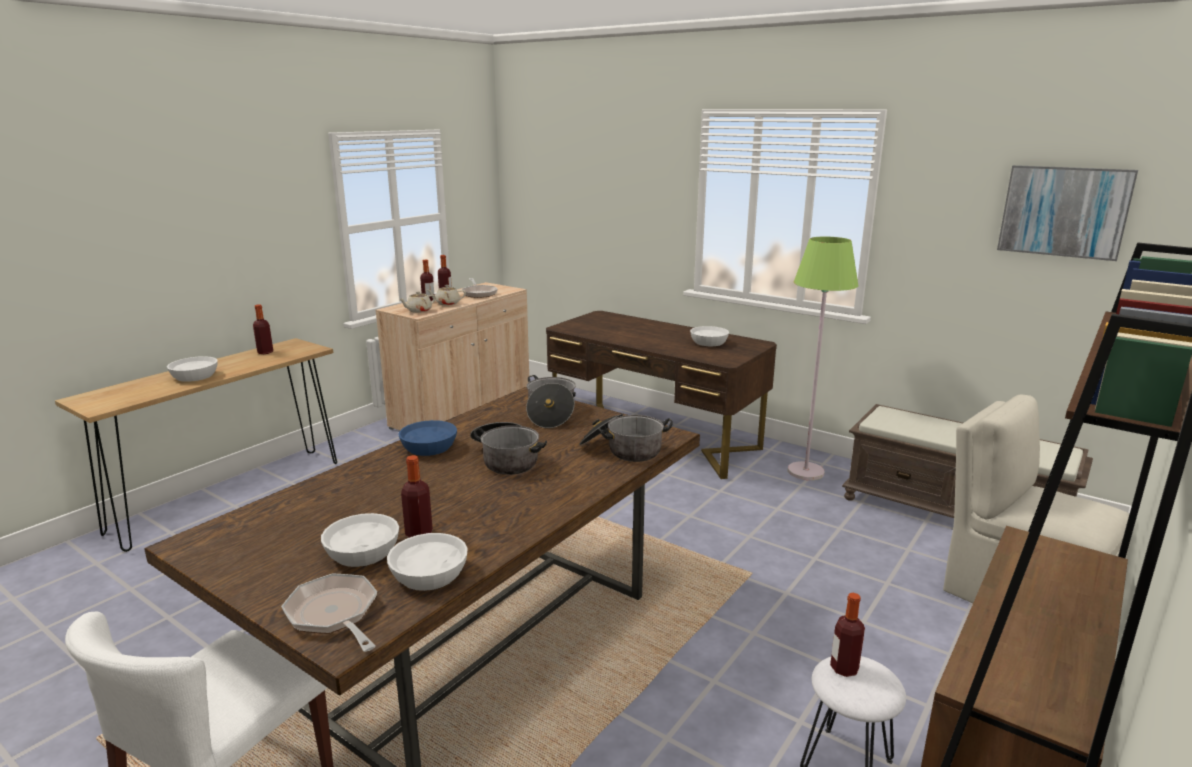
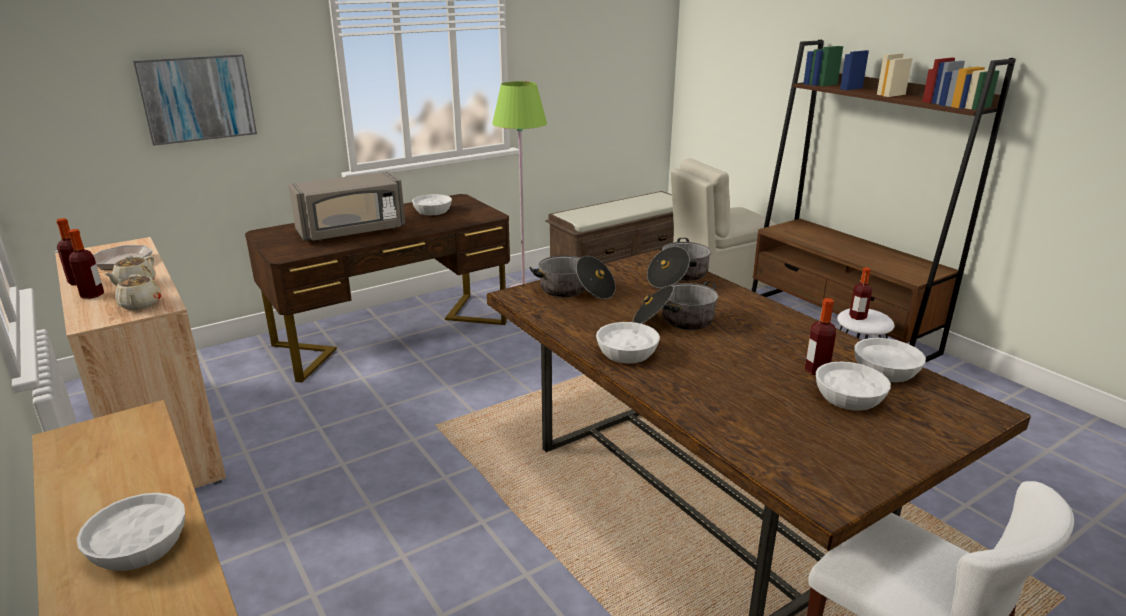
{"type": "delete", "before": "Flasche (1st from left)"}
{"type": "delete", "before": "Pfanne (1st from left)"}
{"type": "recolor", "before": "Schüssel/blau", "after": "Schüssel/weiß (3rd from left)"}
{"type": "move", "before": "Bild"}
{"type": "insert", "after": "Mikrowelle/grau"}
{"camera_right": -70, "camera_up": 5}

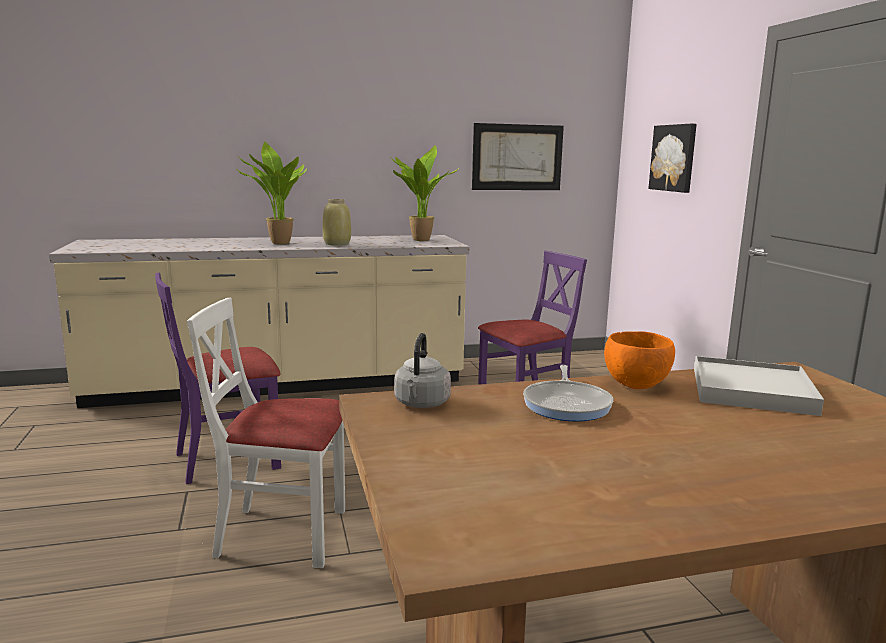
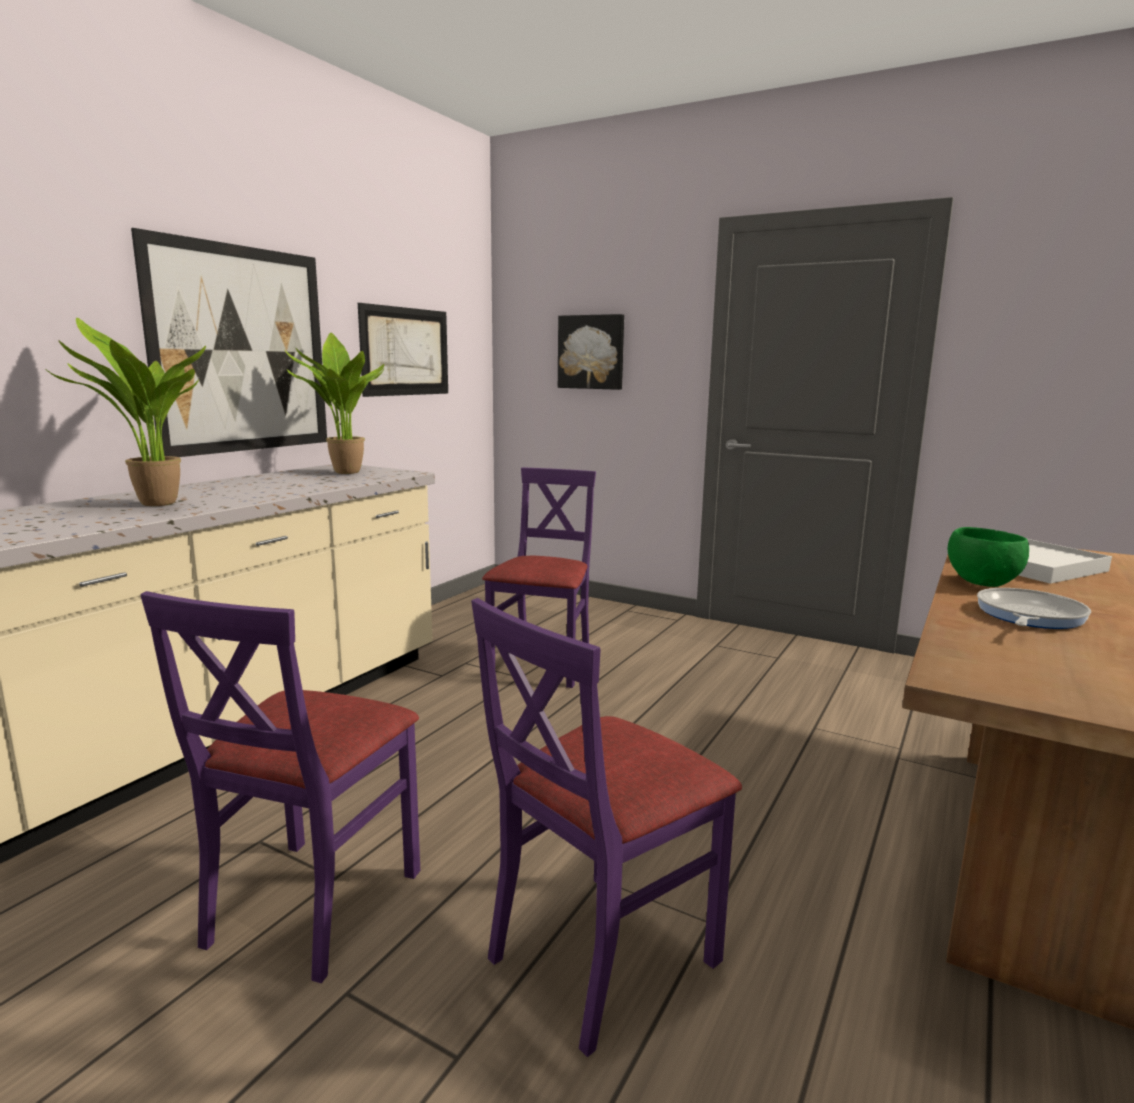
{"type": "recolor", "before": "Stuhl/weiß", "after": "Stuhl/lila (3rd from left)"}
{"type": "delete", "before": "Vase/beige"}
{"type": "delete", "before": "Wasserkessel/grau"}
{"type": "rotate", "before": "Pfanne", "turn": -105}
{"type": "recolor", "before": "Schüssel/orange", "after": "Schüssel/grün"}
{"type": "insert", "after": "Bild (1st from left)"}
{"camera_right": -45, "camera_up": 0}

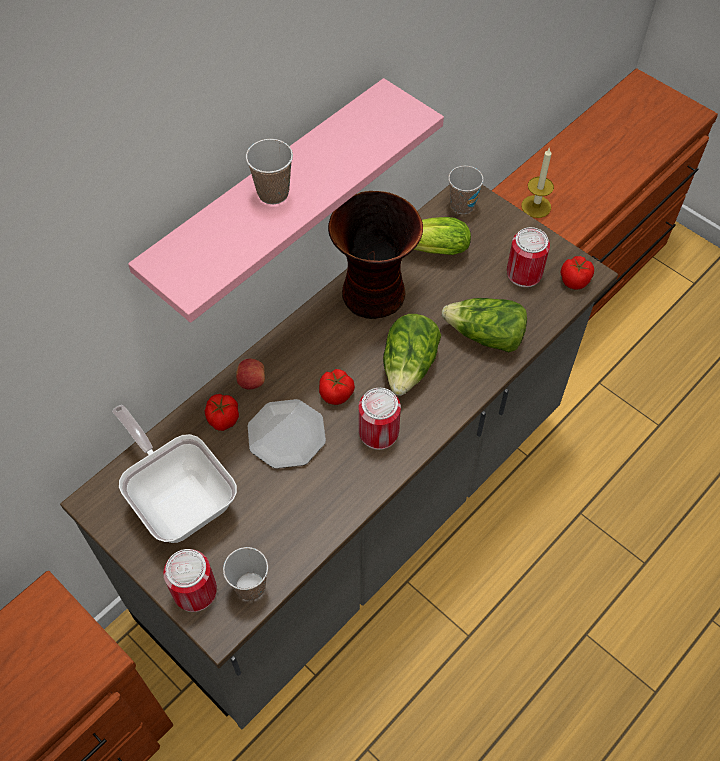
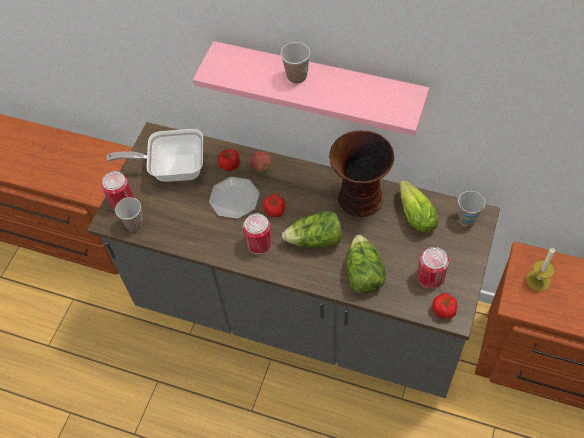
{"type": "rotate", "before": "Pfanne", "turn": -120}
{"camera_right": 70, "camera_up": 0}

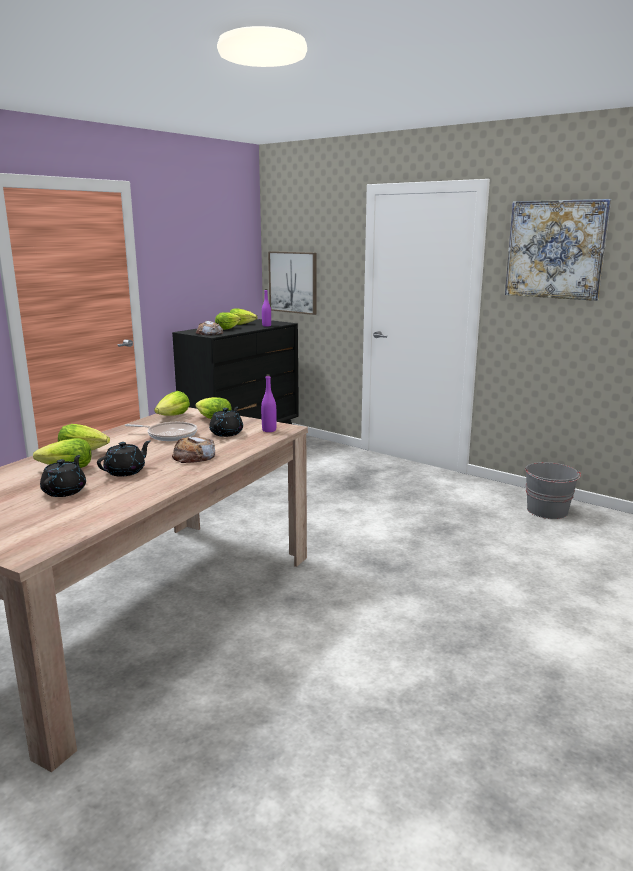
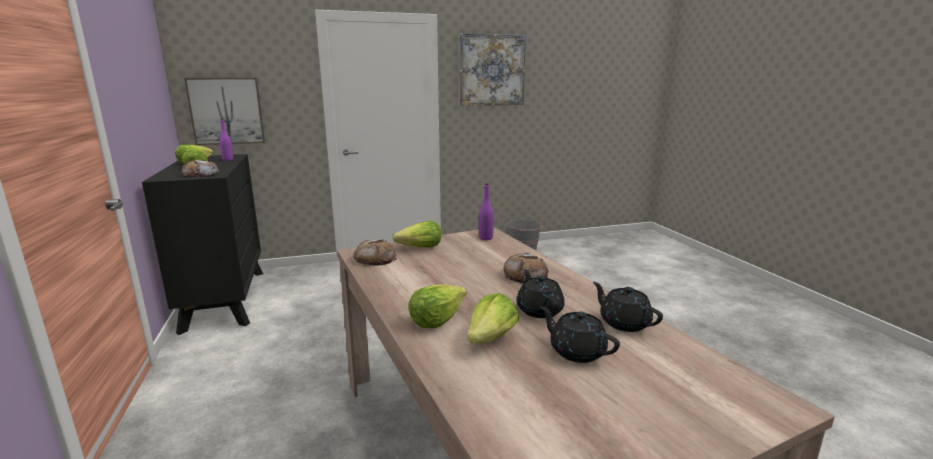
{"type": "delete", "before": "Pfanne"}
{"type": "replace", "before": "Salatkopf (3rd from left)", "after": "Brot (2nd from left)"}
{"type": "move", "before": "Teekanne/schwarz (3rd from left)"}
{"camera_right": -55, "camera_up": 0}

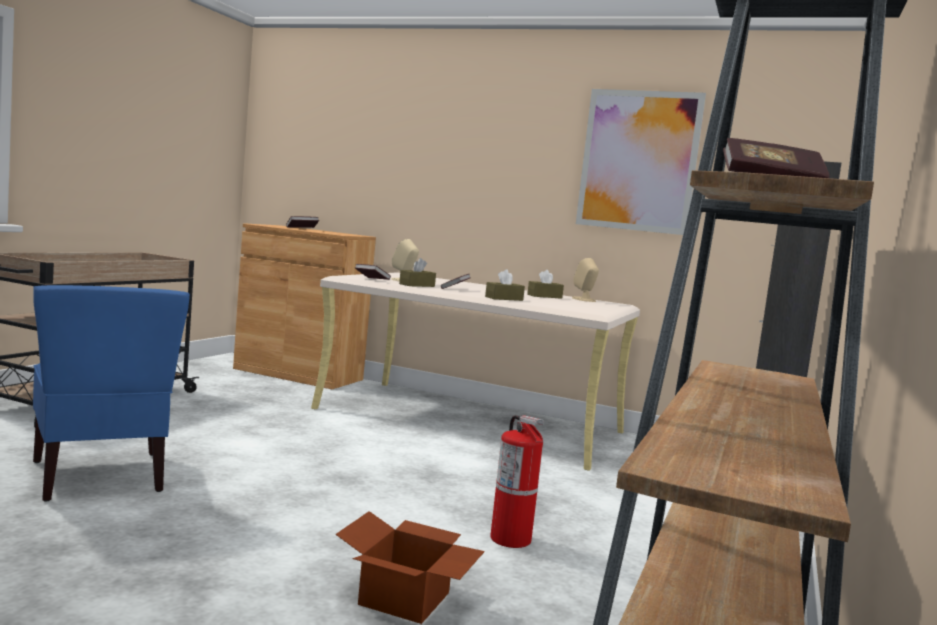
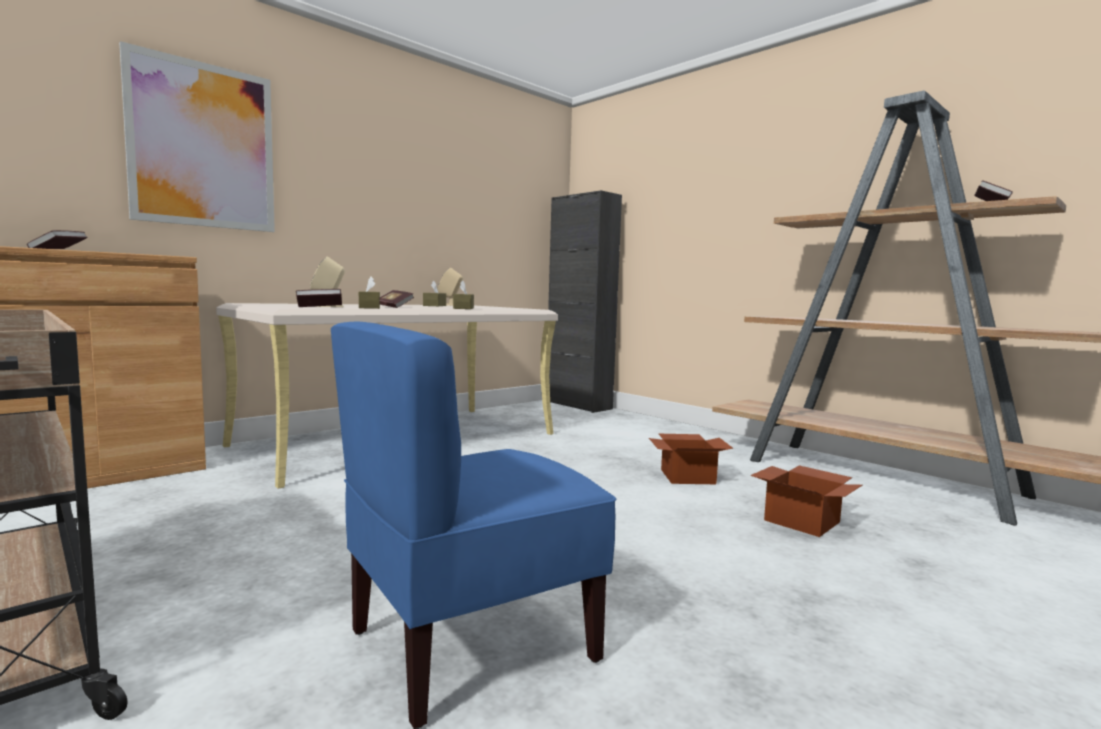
{"type": "rotate", "before": "Stuhl/blau", "turn": 150}
{"type": "replace", "before": "Feuerlöscher", "after": "Karton (1st from left)"}
{"type": "move", "before": "Bild"}
{"camera_right": -65, "camera_up": 0}

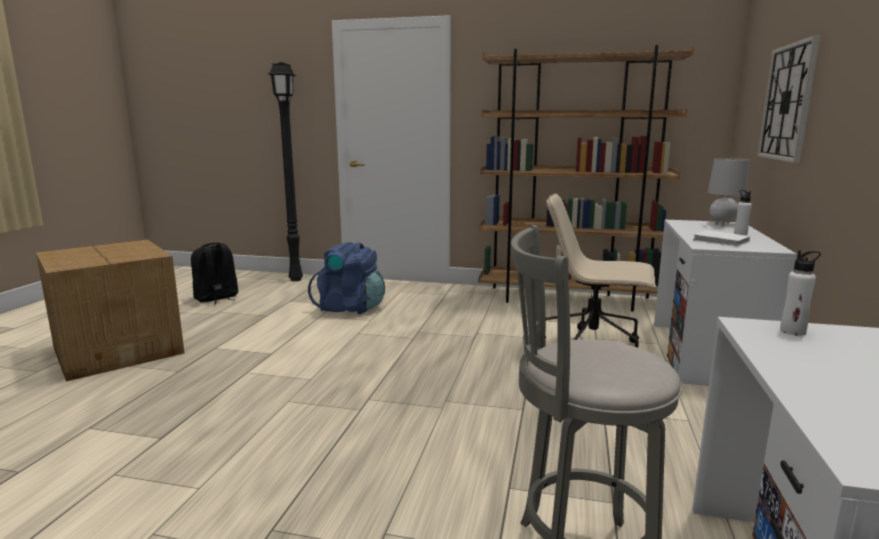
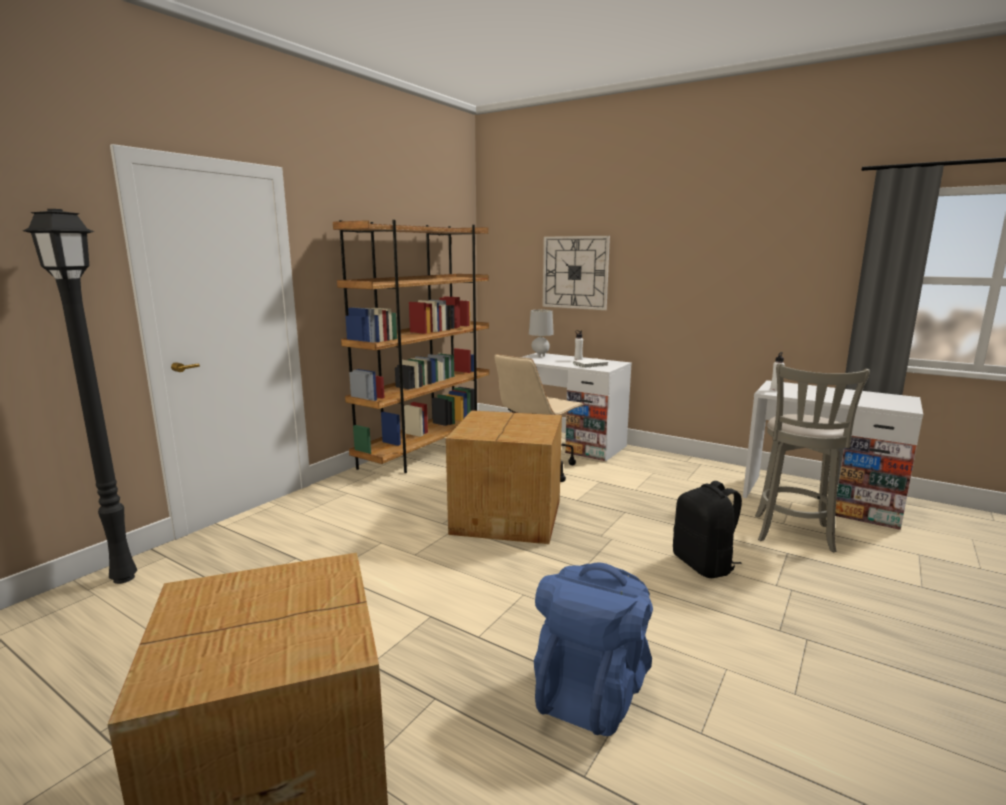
{"type": "move", "before": "Rucksack/schwarz"}
{"type": "move", "before": "Rucksack/blau"}
{"type": "insert", "after": "Karton (2nd from left)"}
{"camera_right": -70, "camera_up": 0}

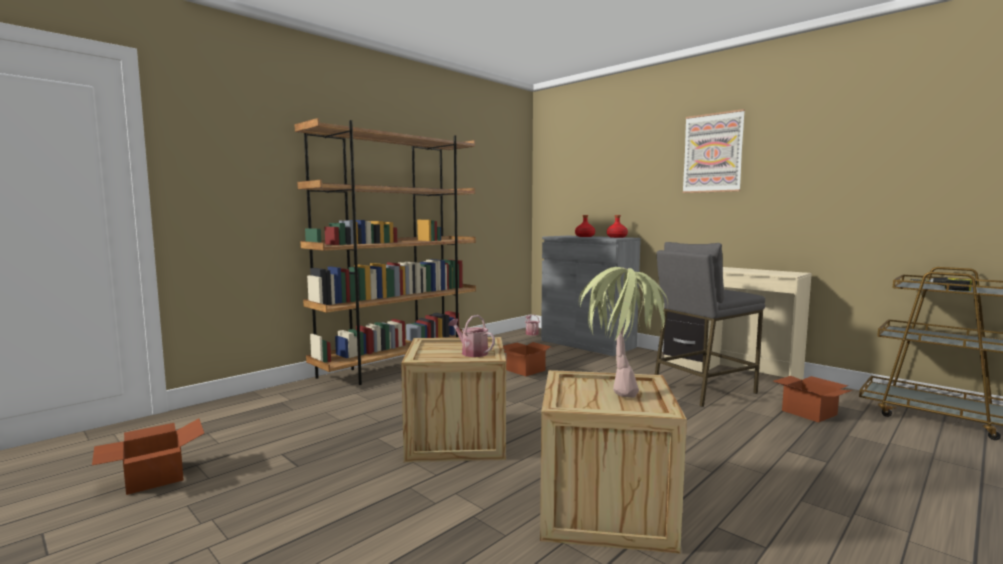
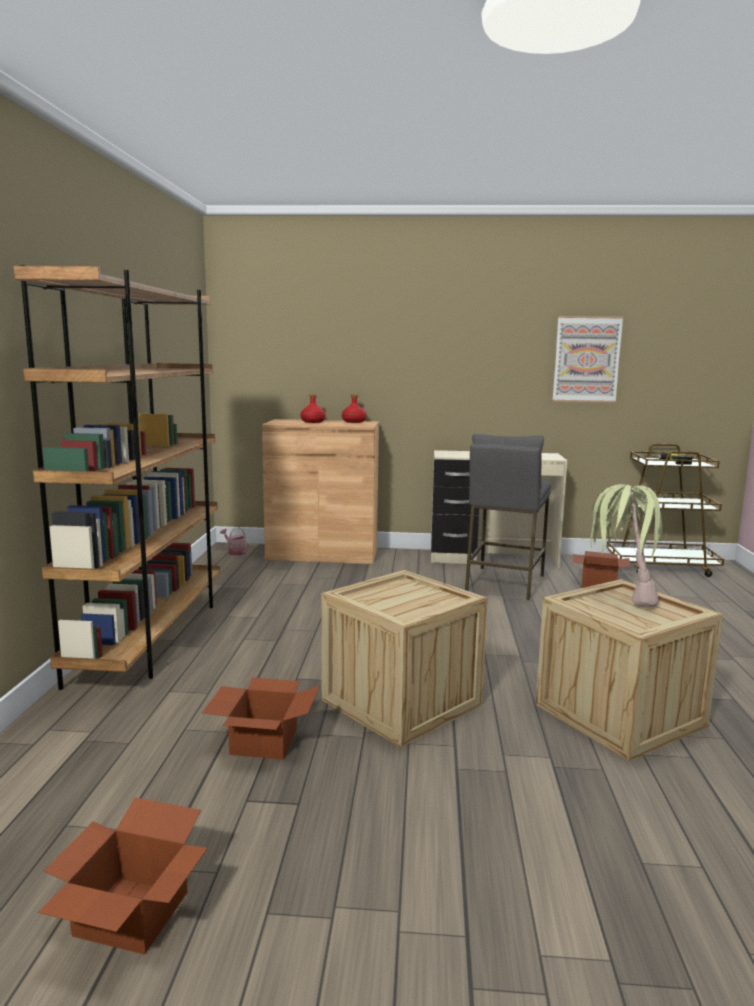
{"type": "delete", "before": "Gießkanne (1st from left)"}
{"type": "move", "before": "Karton (2nd from left)"}
{"type": "recolor", "before": "Schrank/grau", "after": "Schrank/braun"}
{"type": "move", "before": "Bild"}
{"camera_right": -40, "camera_up": 5}

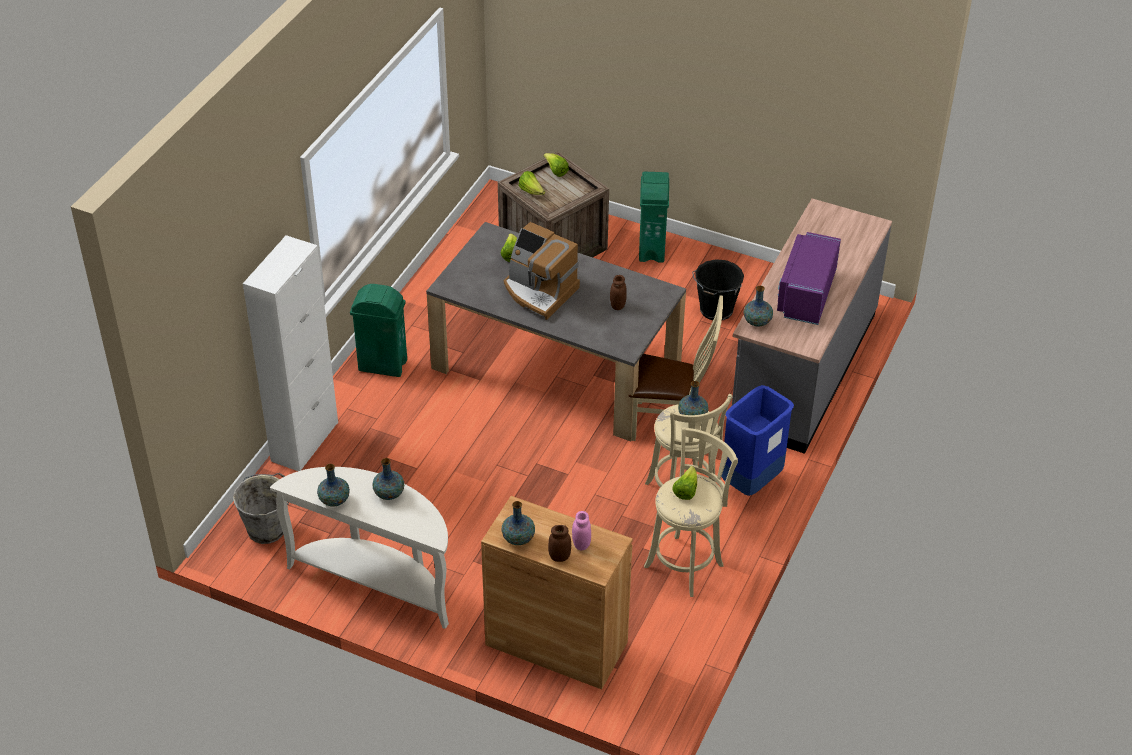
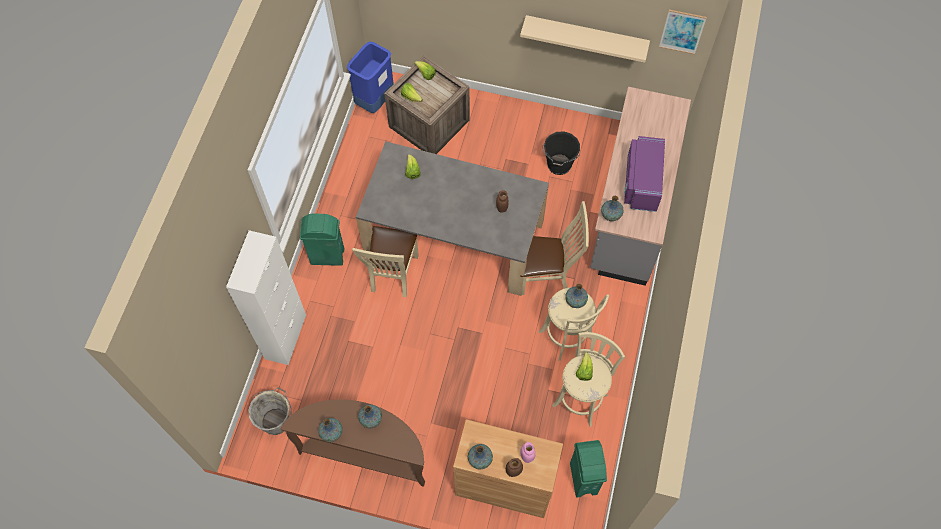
{"type": "recolor", "before": "Konsolentisch/weiß", "after": "Konsolentisch/braun"}
{"type": "delete", "before": "Kaffeemaschine"}
{"type": "move", "before": "Mülleimer/grün (2nd from left)"}
{"type": "move", "before": "Mülleimer/blau"}
{"type": "insert", "after": "Stuhl/beige (1st from left)"}
{"type": "insert", "after": "Wandregal/beige"}
{"type": "insert", "after": "Bild"}
{"camera_right": -10, "camera_up": 20}

